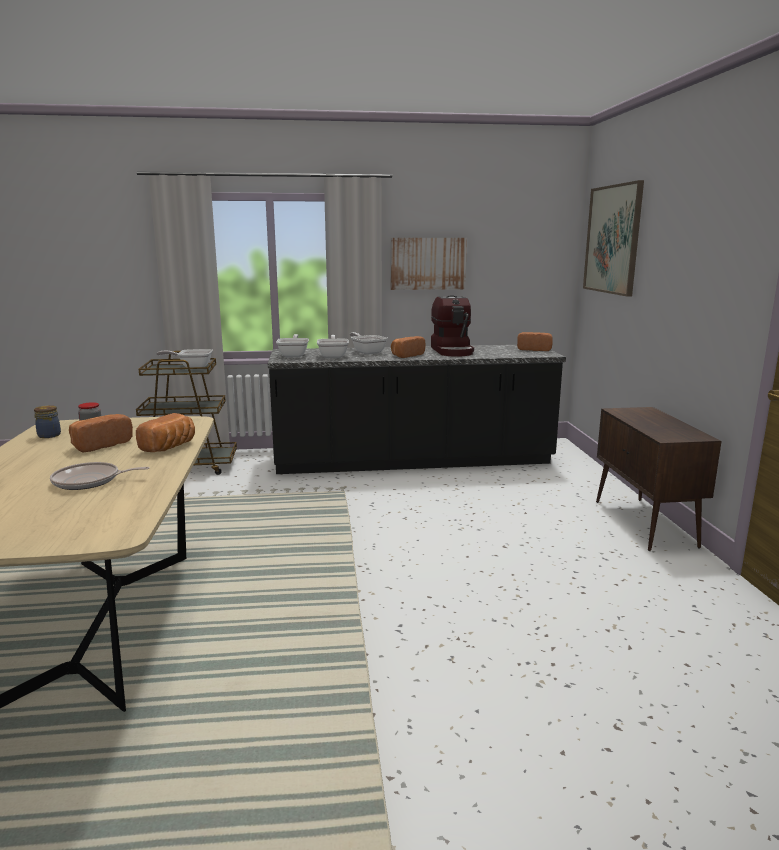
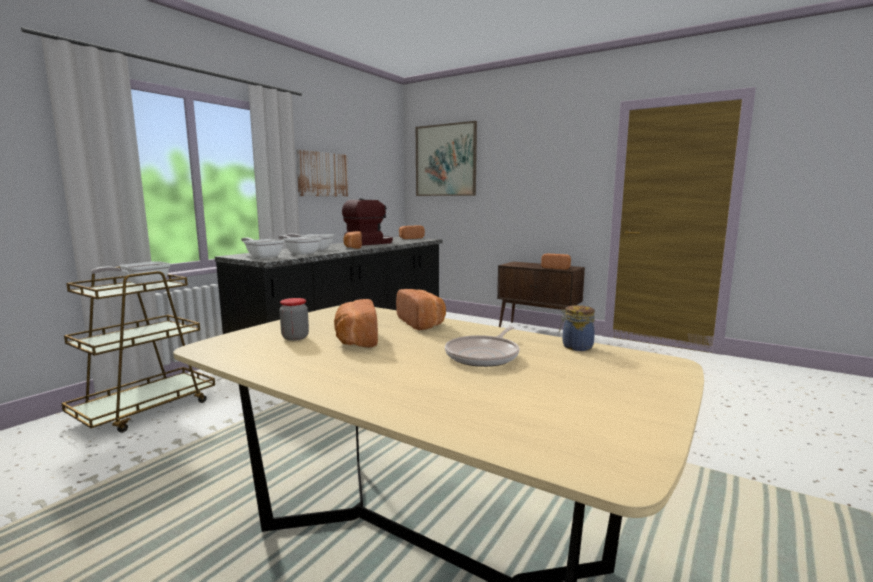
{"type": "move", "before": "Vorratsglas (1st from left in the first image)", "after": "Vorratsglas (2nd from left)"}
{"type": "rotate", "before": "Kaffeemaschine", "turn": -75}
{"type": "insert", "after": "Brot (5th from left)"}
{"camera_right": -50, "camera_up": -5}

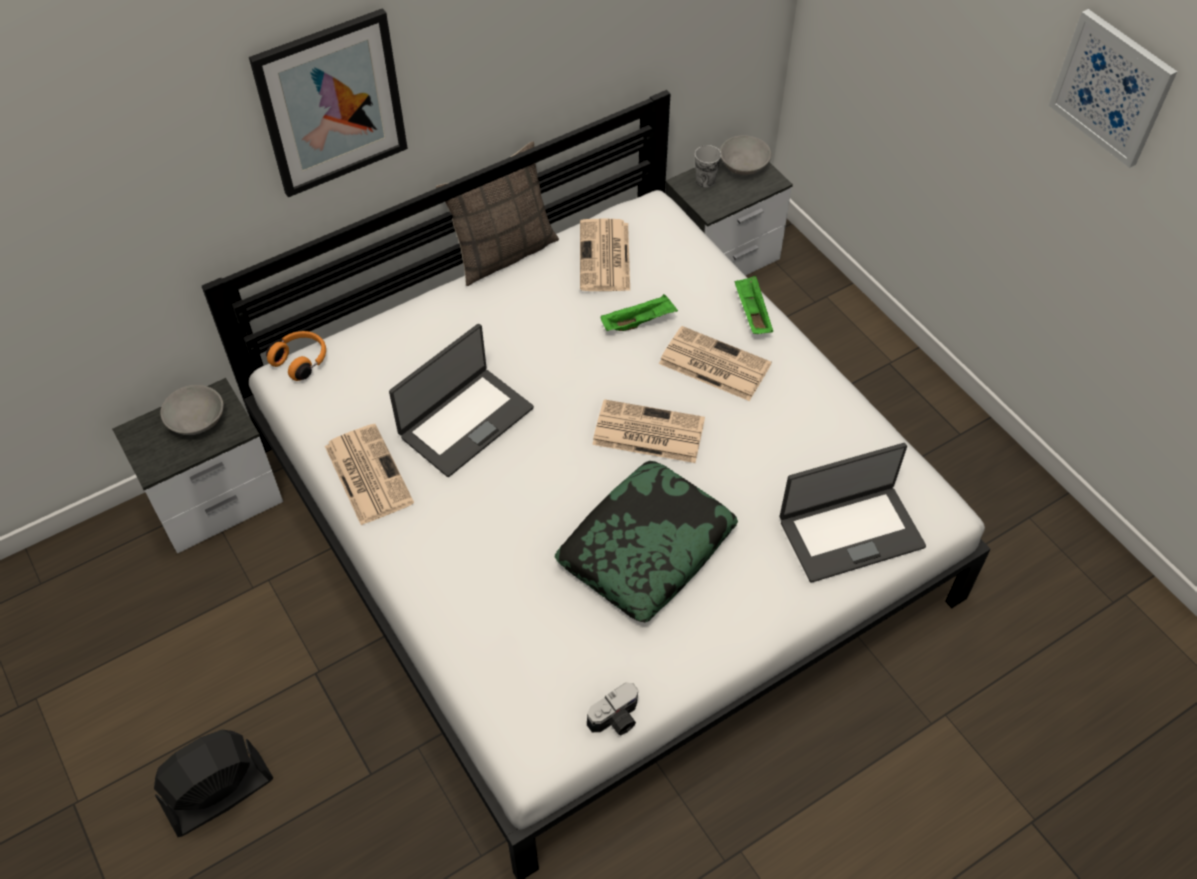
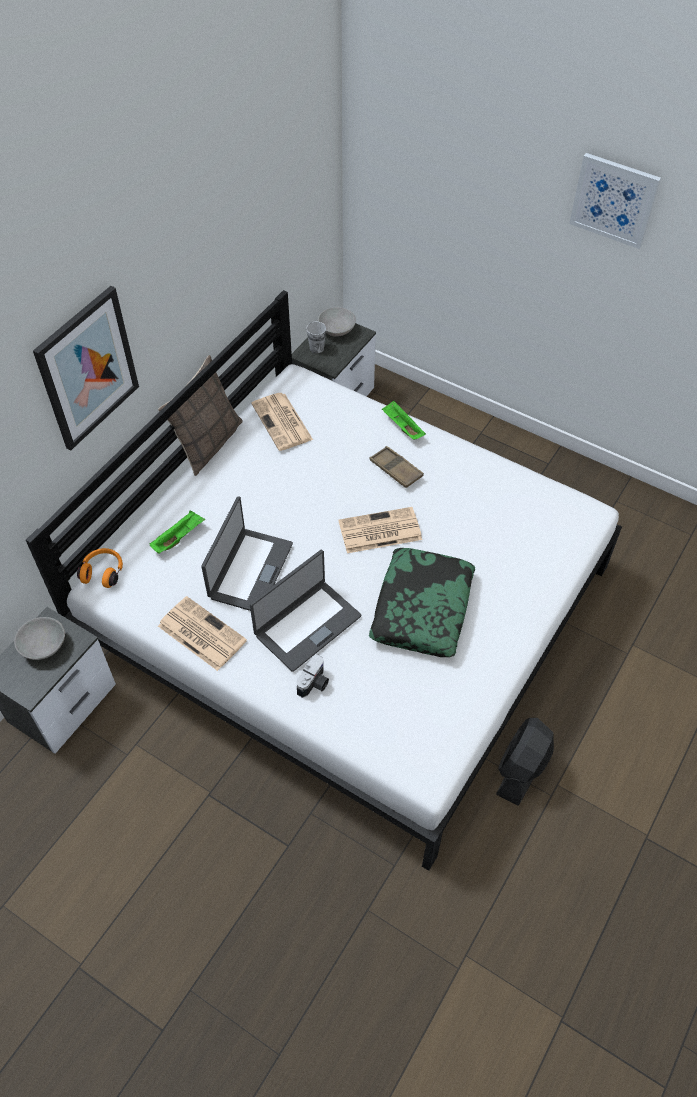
{"type": "move", "before": "Ventilator/schwarz"}
{"type": "move", "before": "Kamera"}
{"type": "move", "before": "Tablett/grün (1st from left)"}
{"type": "replace", "before": "Zeitung (4th from left)", "after": "Tablett/braun"}
{"type": "move", "before": "Laptop (2nd from left)"}
{"camera_right": -25, "camera_up": 0}

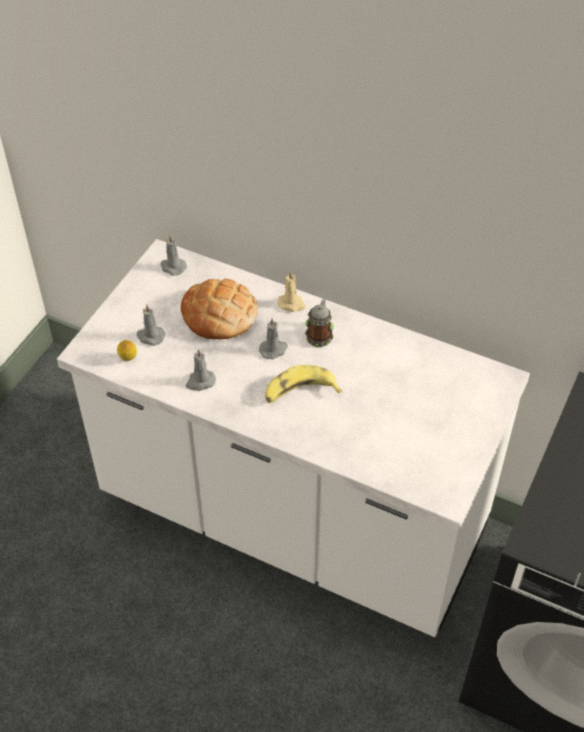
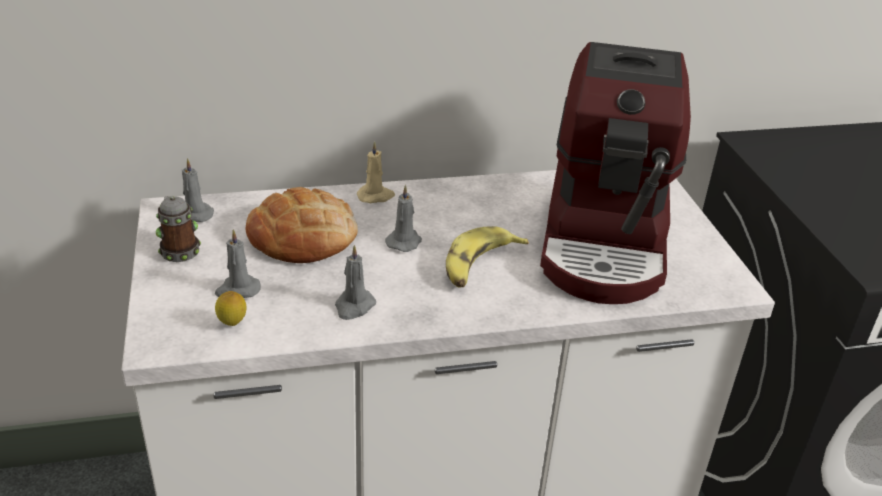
{"type": "move", "before": "Henkelbecher"}
{"type": "insert", "after": "Kaffeemaschine"}
{"camera_right": -40, "camera_up": -15}

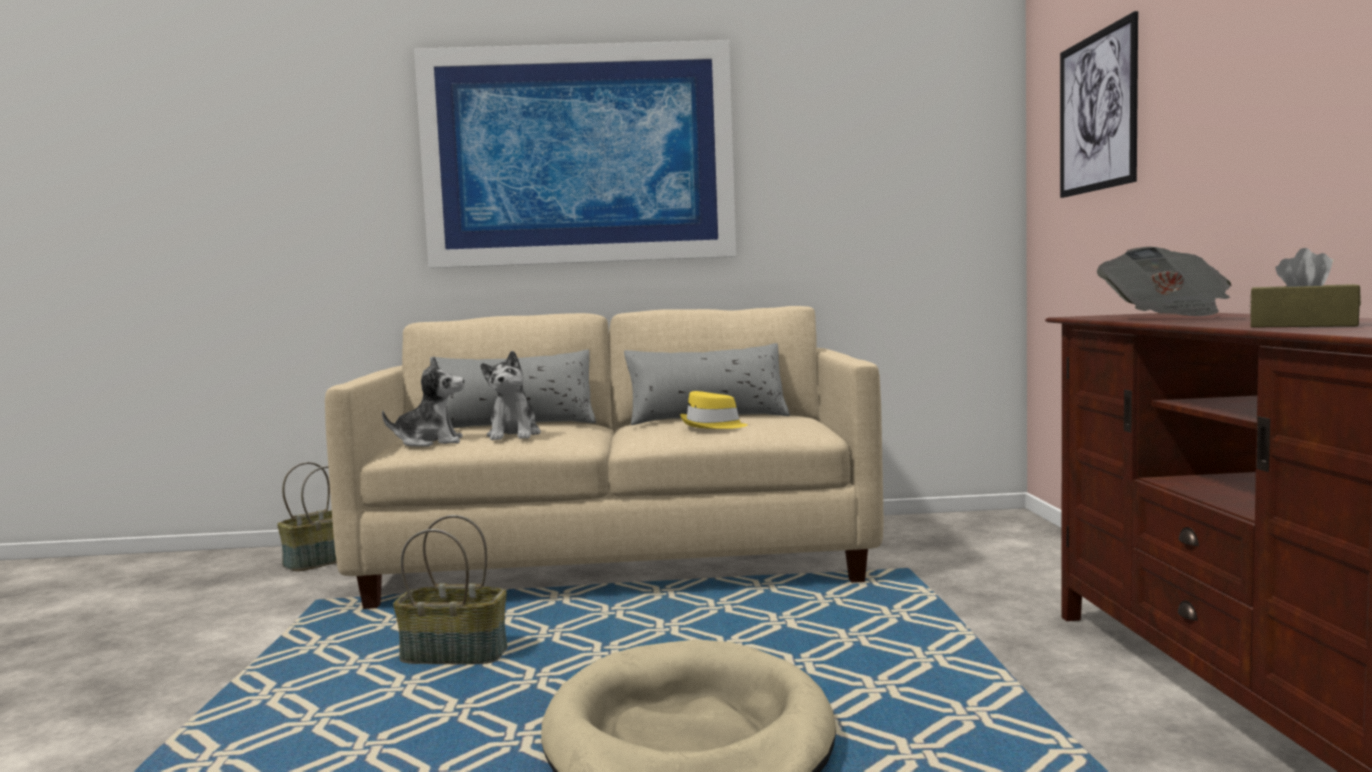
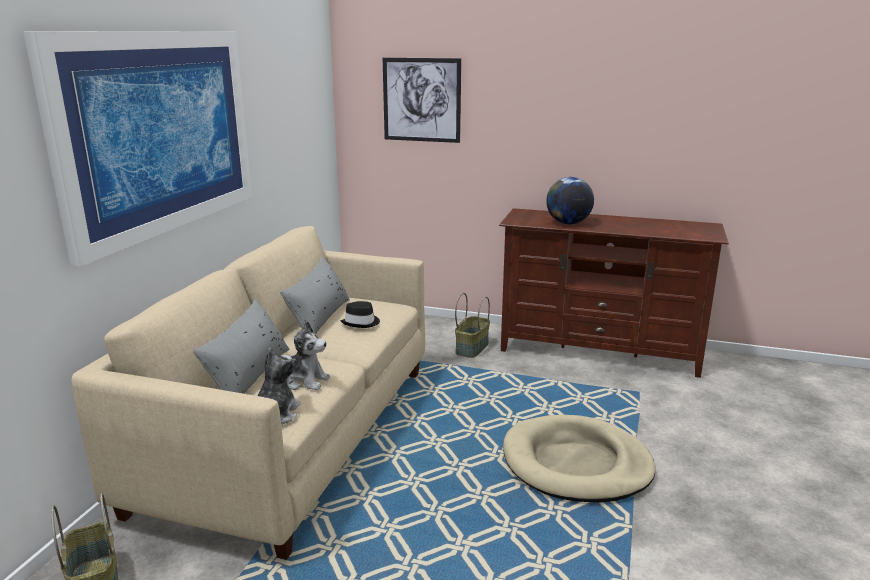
{"type": "move", "before": "Korb (2nd from left)"}
{"type": "recolor", "before": "Hut/gelb", "after": "Hut/schwarz"}
{"type": "replace", "before": "Zeitung", "after": "Globus"}
{"type": "delete", "before": "Taschentuchbox/braun"}
{"camera_right": -70, "camera_up": 15}

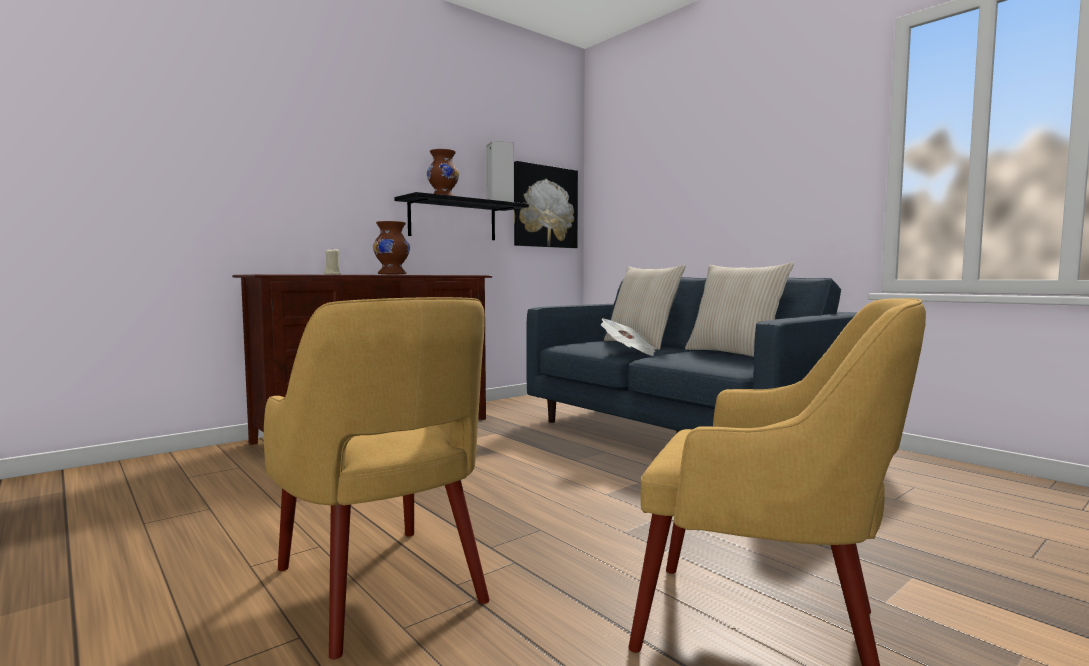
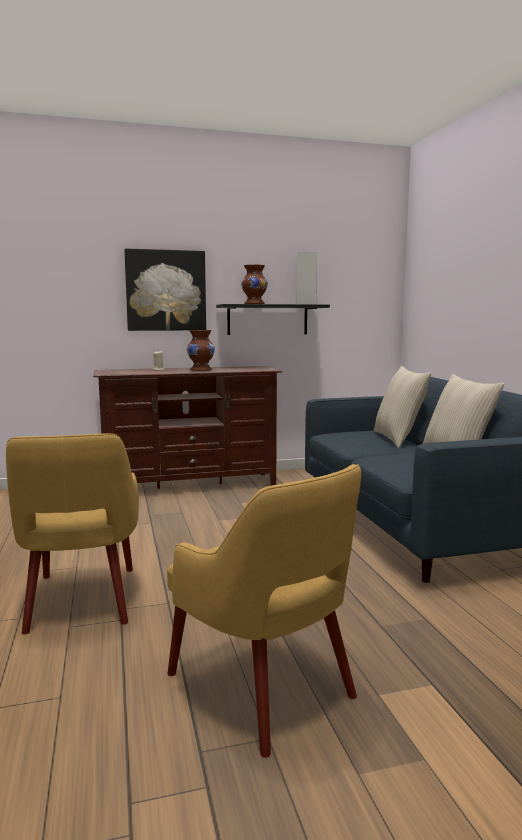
{"type": "move", "before": "Bild"}
{"type": "delete", "before": "Zeitung"}
{"camera_right": 25, "camera_up": 5}

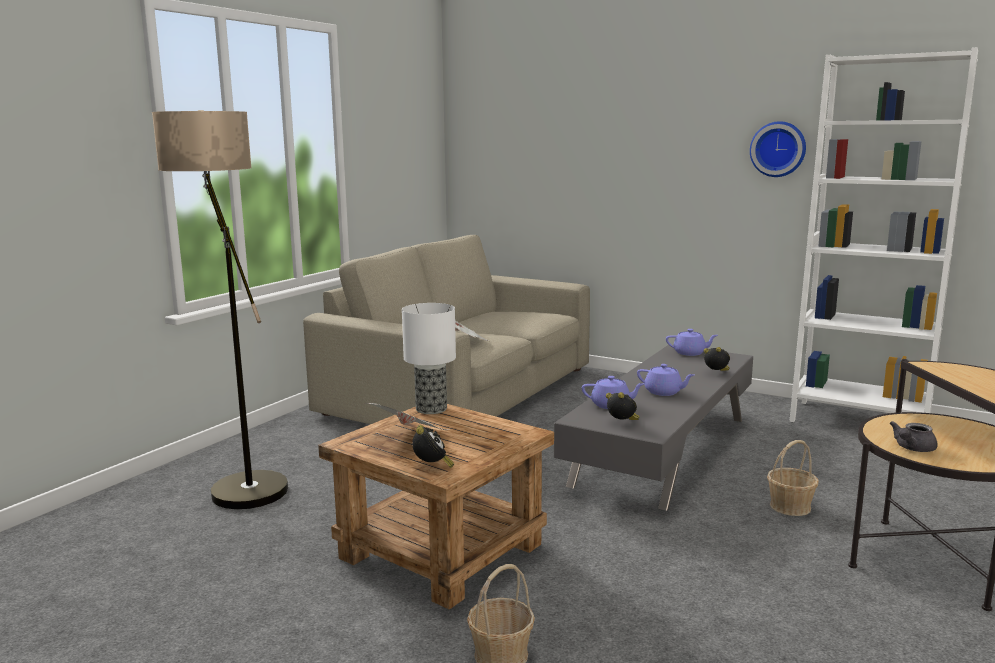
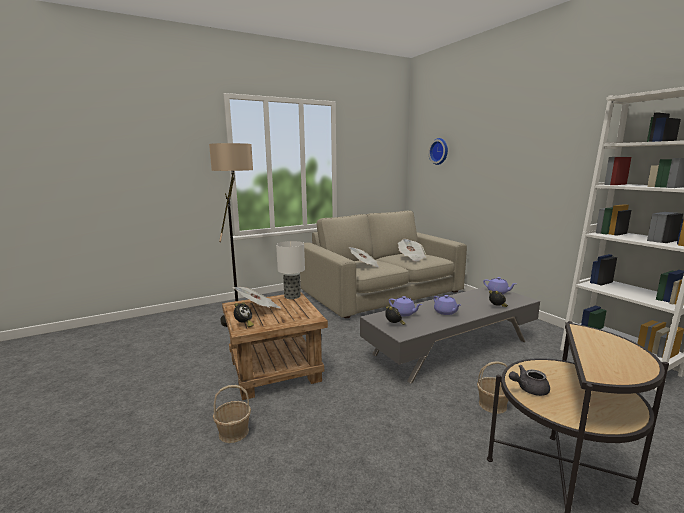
{"type": "move", "before": "Wanduhr"}
{"type": "insert", "after": "Zeitung (3rd from left)"}
{"camera_right": 30, "camera_up": 0}

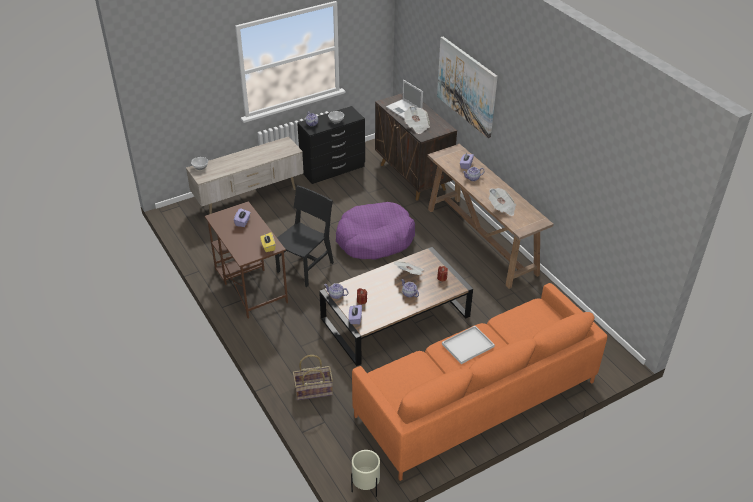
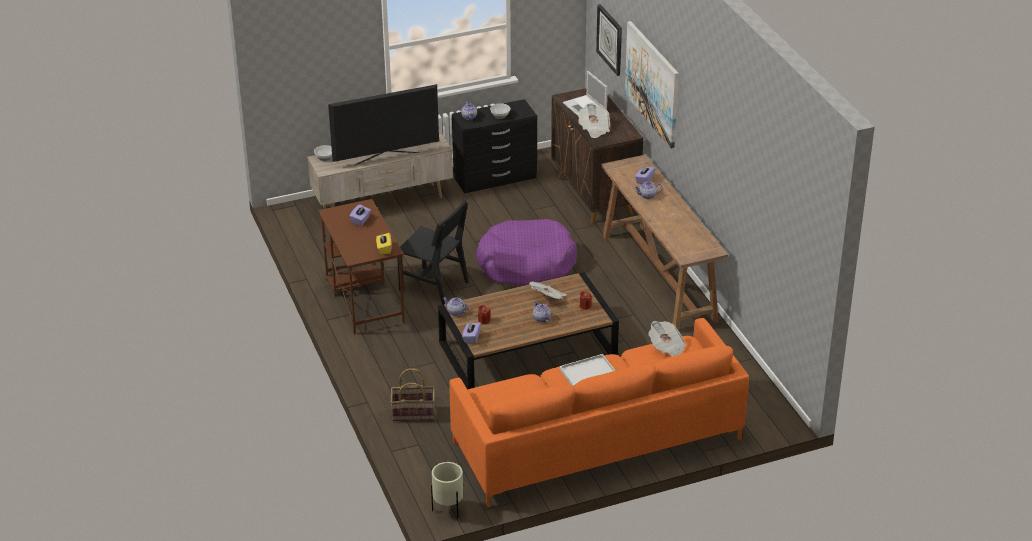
{"type": "rotate", "before": "Stuhl/schwarz", "turn": 75}
{"type": "move", "before": "Zeitung (3rd from left)"}
{"type": "insert", "after": "Fernseher"}
{"type": "insert", "after": "Wanduhr"}
{"camera_right": 10, "camera_up": -5}

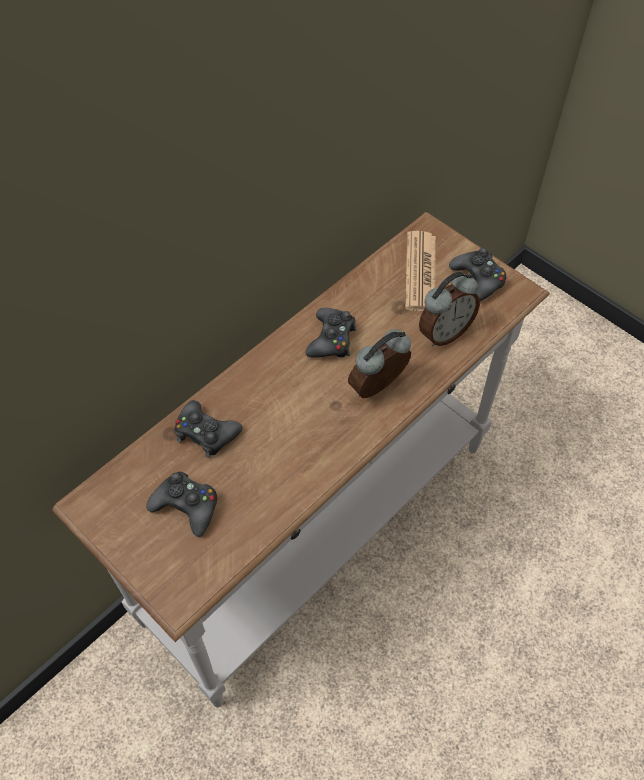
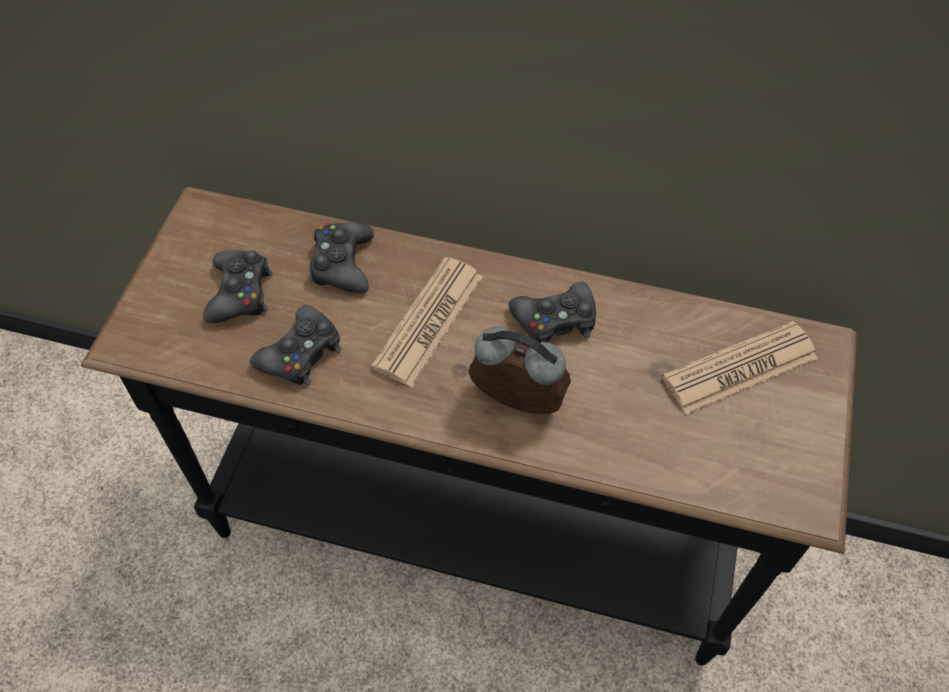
{"type": "recolor", "before": "Konsolentisch/weiß", "after": "Konsolentisch/schwarz"}
{"type": "delete", "before": "Wecker (2nd from left)"}
{"type": "move", "before": "Gamepad/schwarz (4th from left in the first image)", "after": "Gamepad/schwarz (2nd from left)"}
{"type": "insert", "after": "Zeitung (1st from left)"}
{"camera_right": 60, "camera_up": 0}

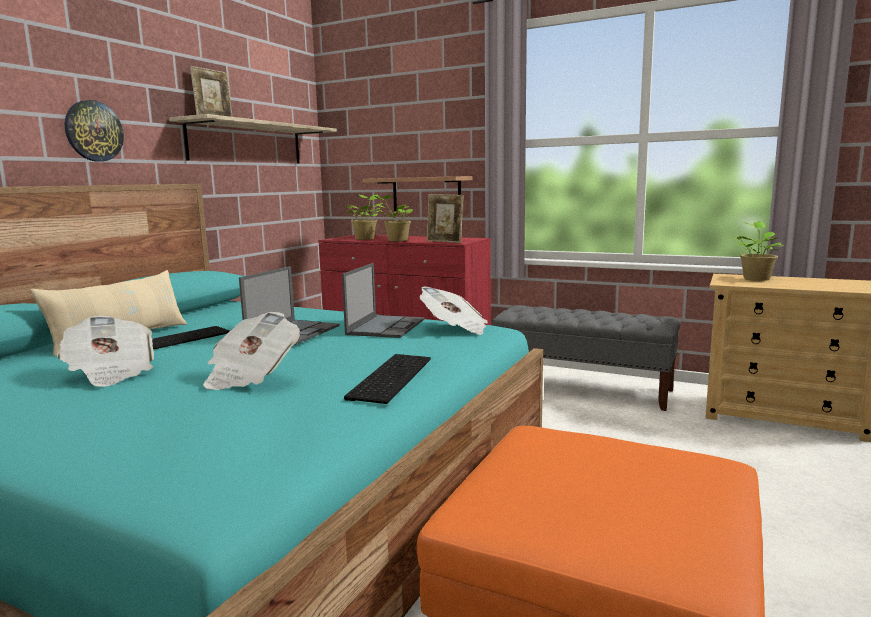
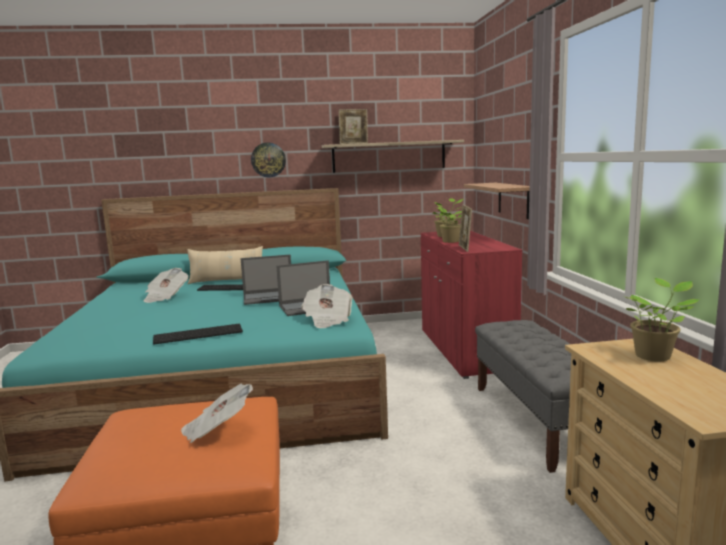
{"type": "move", "before": "Zeitung (2nd from left)"}
{"camera_right": 55, "camera_up": 0}

